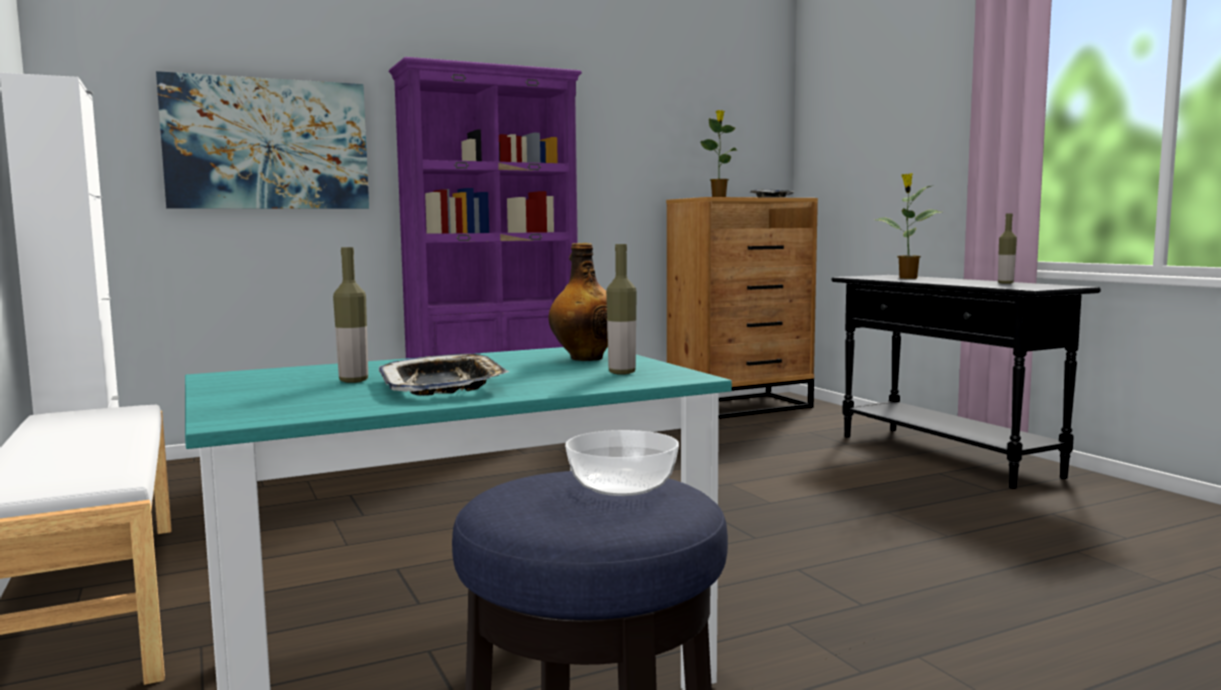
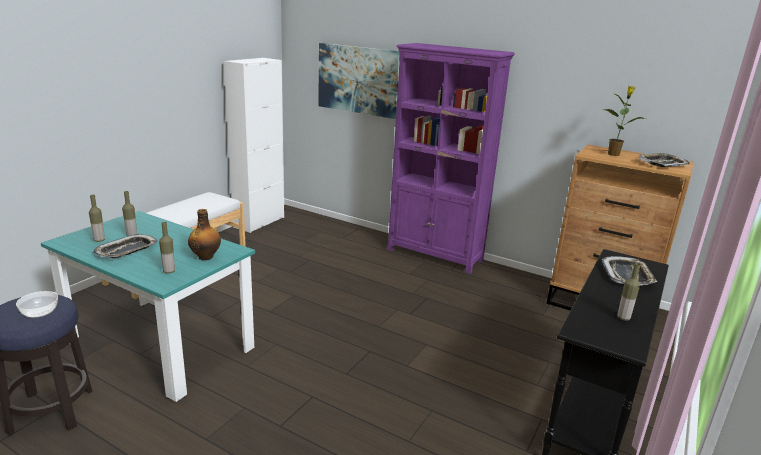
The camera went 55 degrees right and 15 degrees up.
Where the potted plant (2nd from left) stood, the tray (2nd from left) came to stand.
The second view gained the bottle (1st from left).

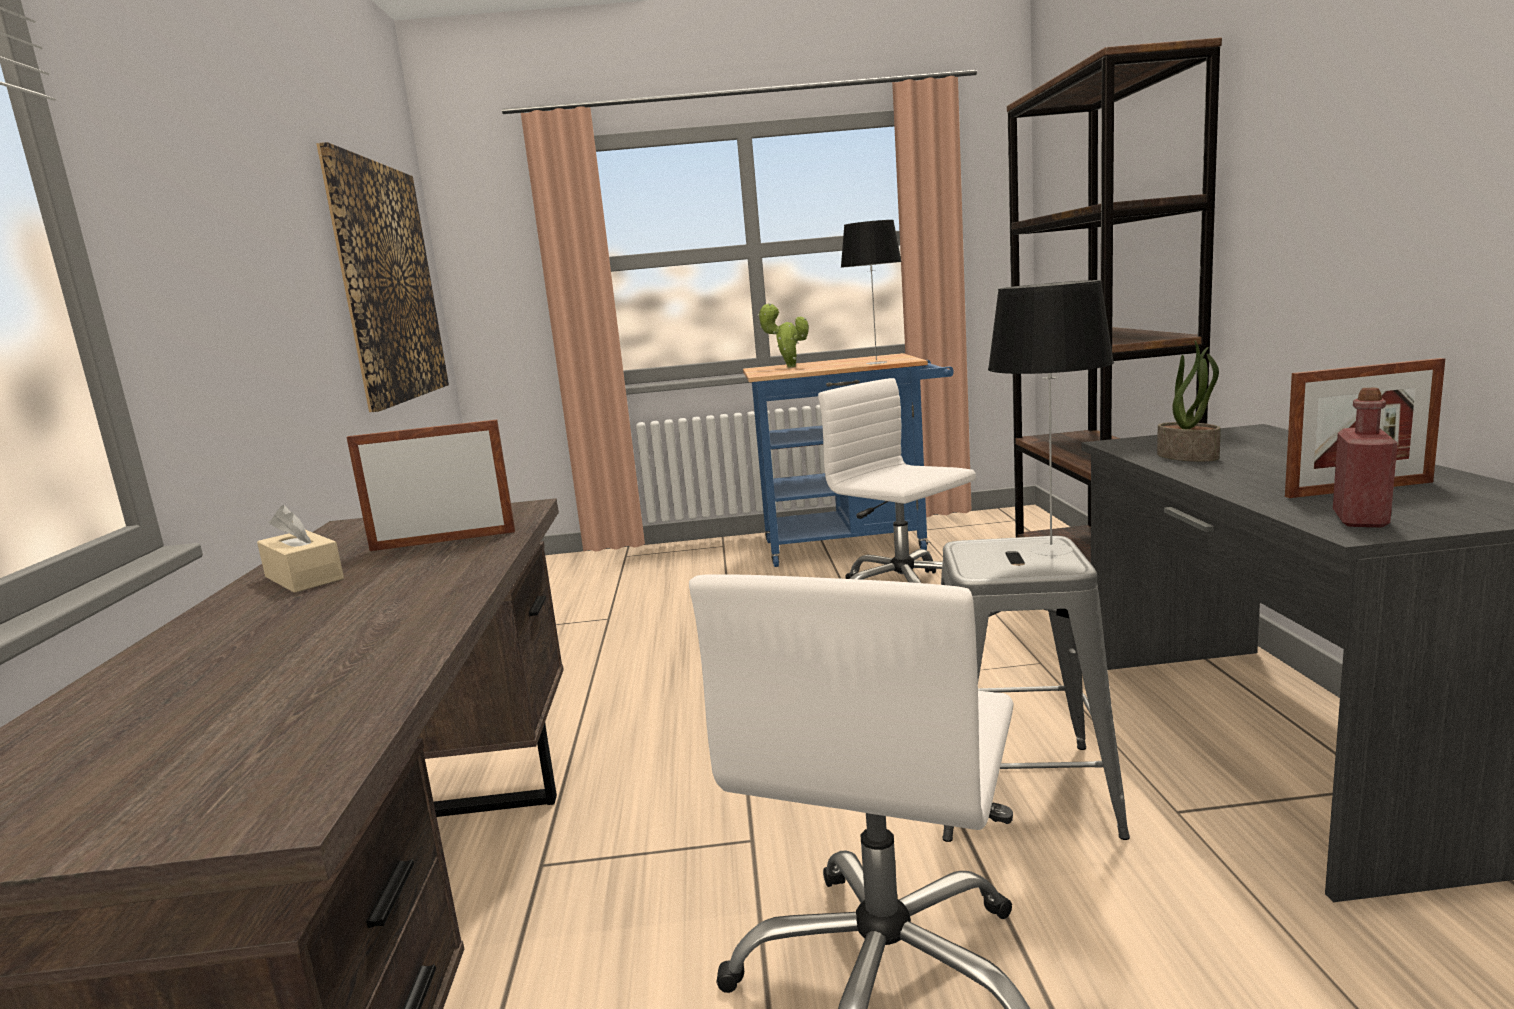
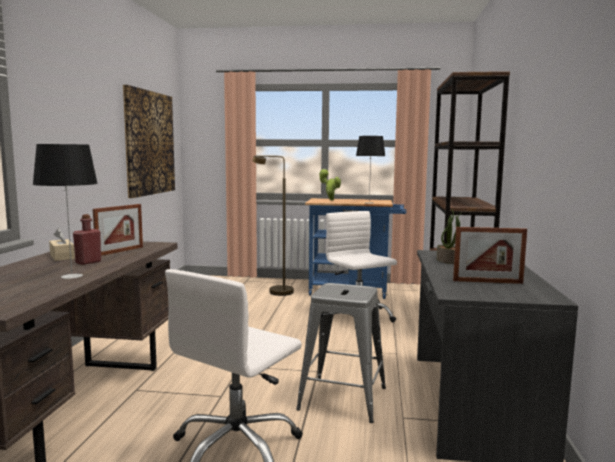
The camera went 10 degrees right and 5 degrees down.
The table lamp (2nd from left in the first image) ended up elsewhere.
The red bottle ended up elsewhere.
The picture frame (1st from left) ended up facing another way, 120 degrees clockwise from before.
The second view gained the brown floor lamp.

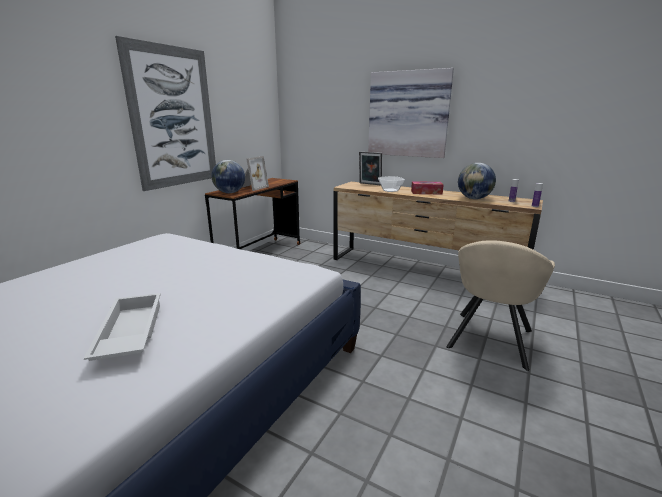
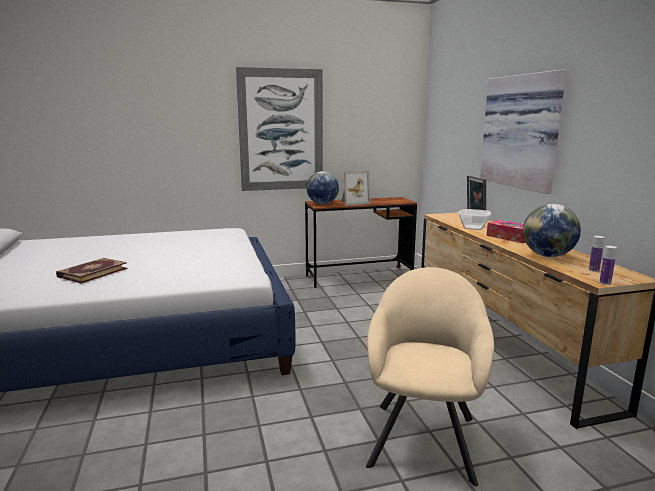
The camera went 45 degrees right and 5 degrees down.
The beige armchair ended up facing another way, 120 degrees clockwise from before.
Where the white tray stood, the book came to stand.

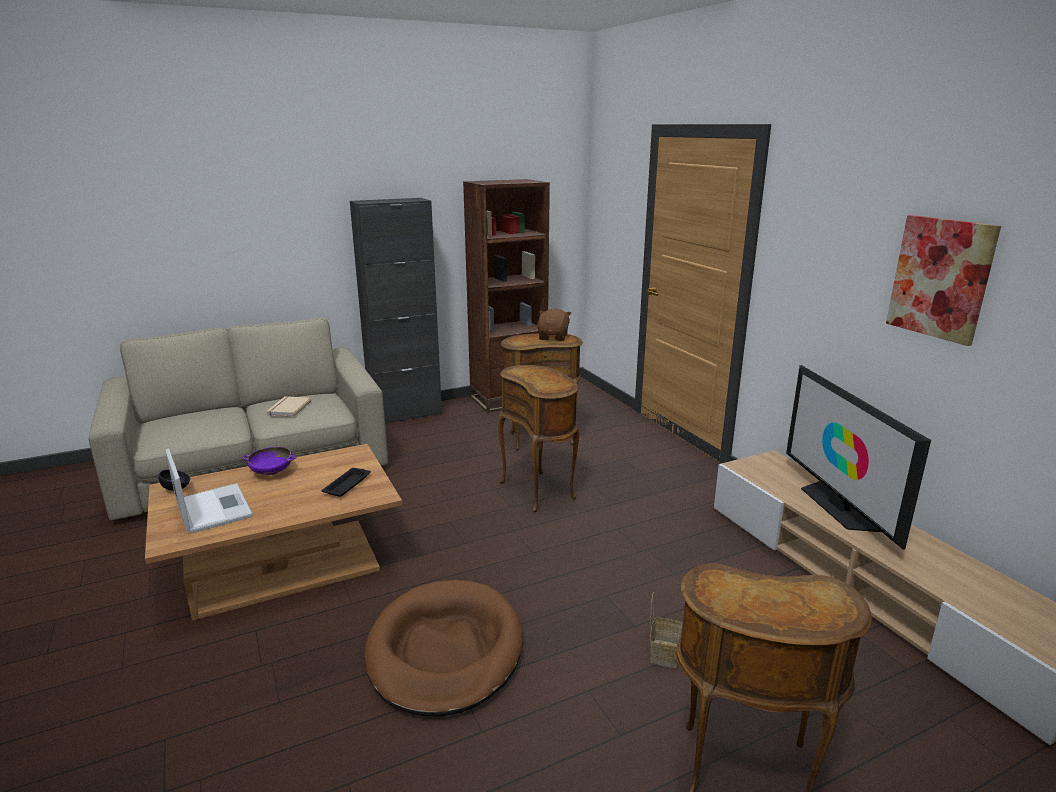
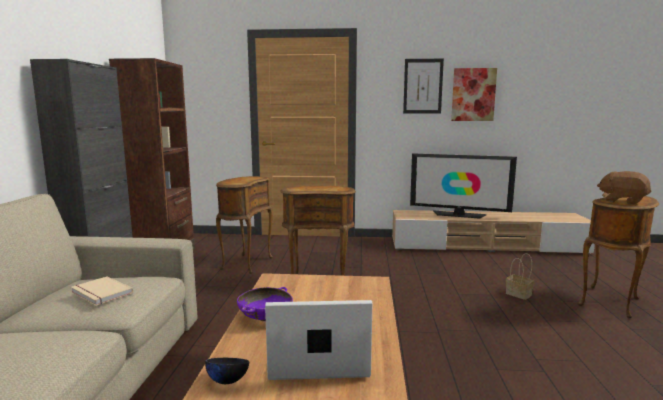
The camera went 60 degrees left and 10 degrees down.
The brown plush toy ended up elsewhere.
The second view lost the black tray.
The second view lost the brown dog bed.
The second view gained the picture (1st from left).

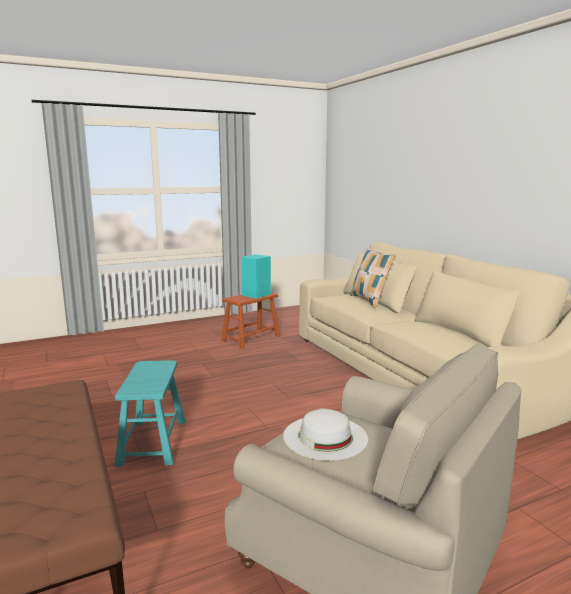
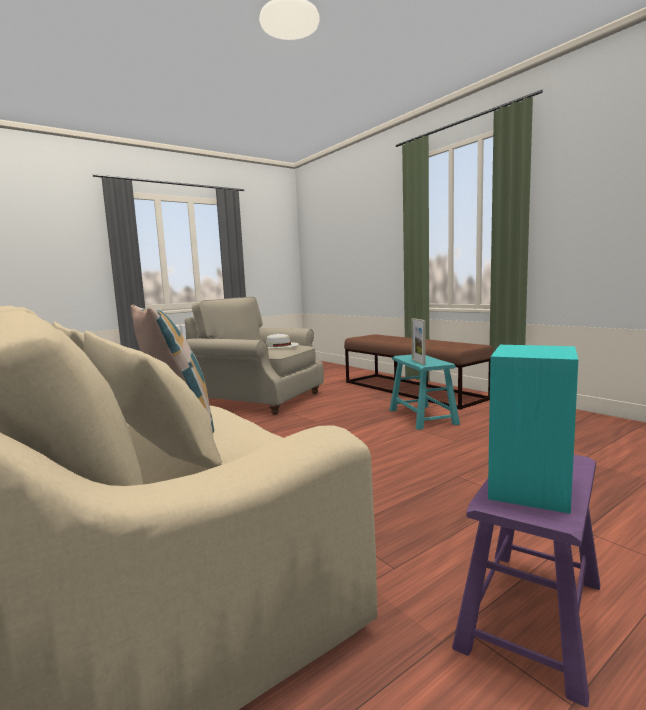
The camera went 170 degrees right and 5 degrees down.
What was the brown stool turned into the purple stool.
The second view gained the picture frame.

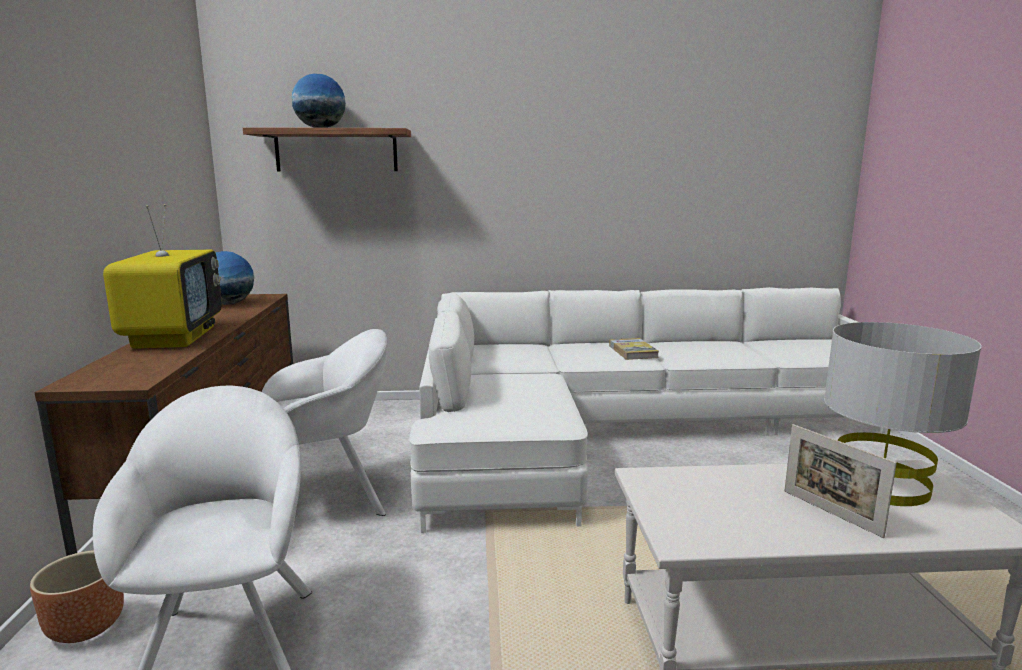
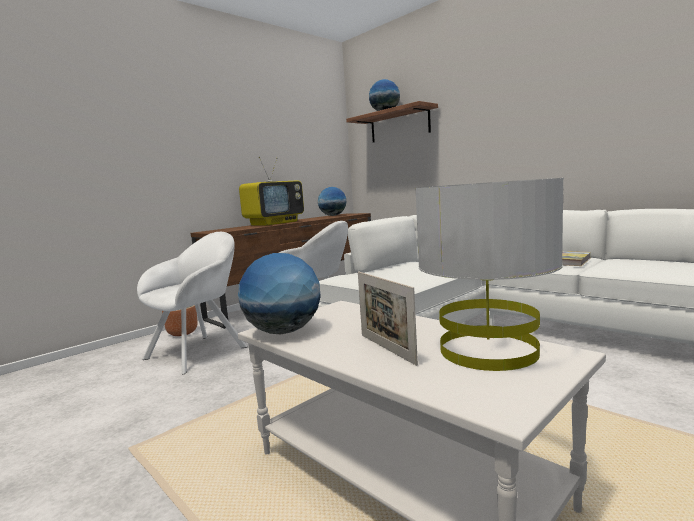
The camera went 50 degrees right and 5 degrees down.
The picture frame ended up facing another way, 45 degrees counterclockwise from before.
The second view gained the globe (1st from left).

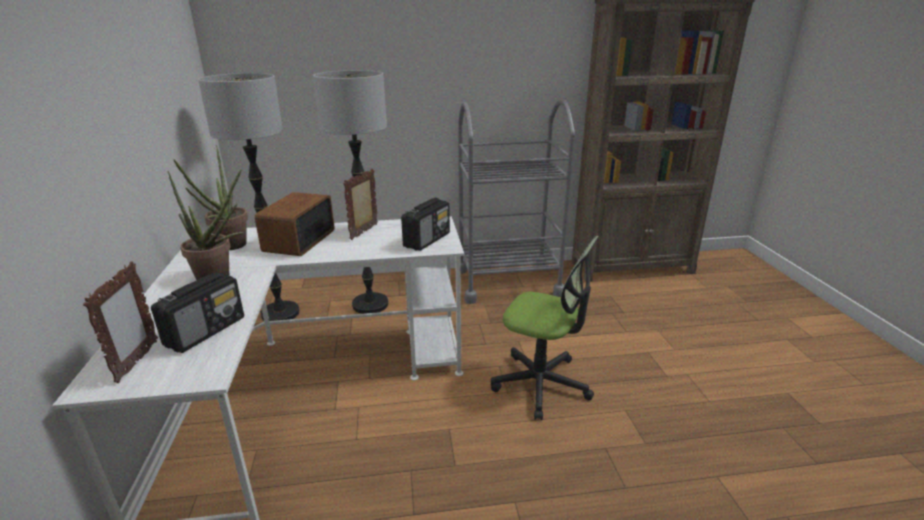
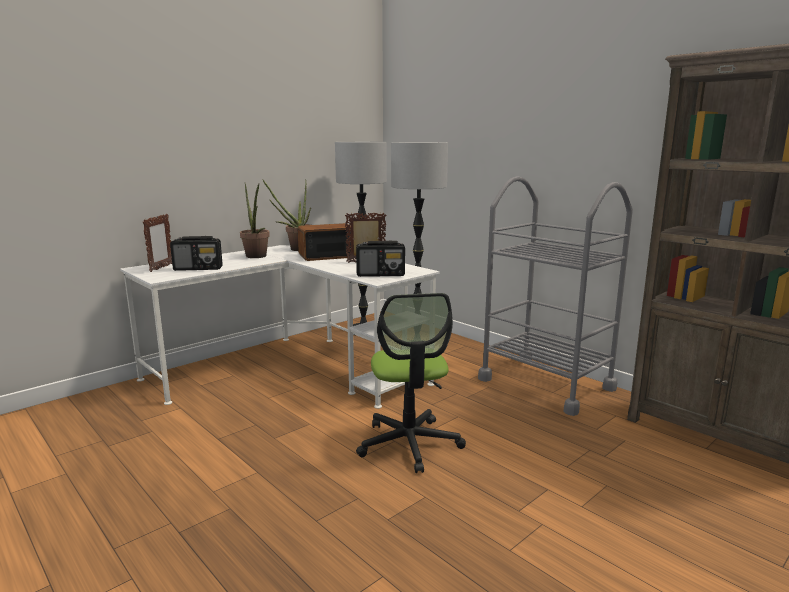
The camera went 55 degrees right and 10 degrees down.
The picture frame (1st from left) ended up facing another way, 45 degrees counterclockwise from before.

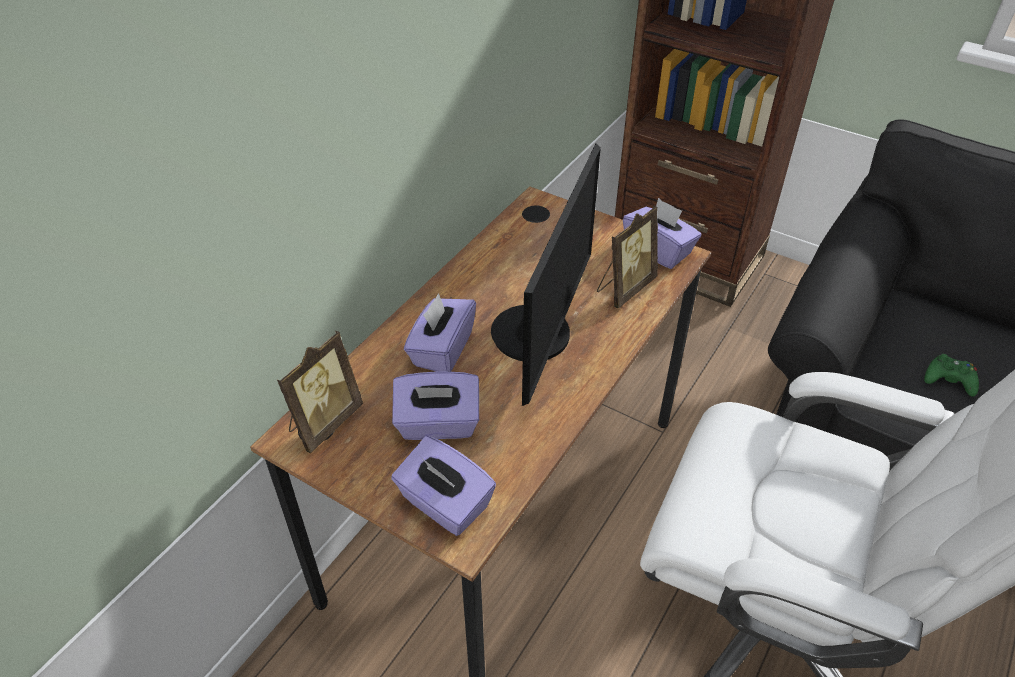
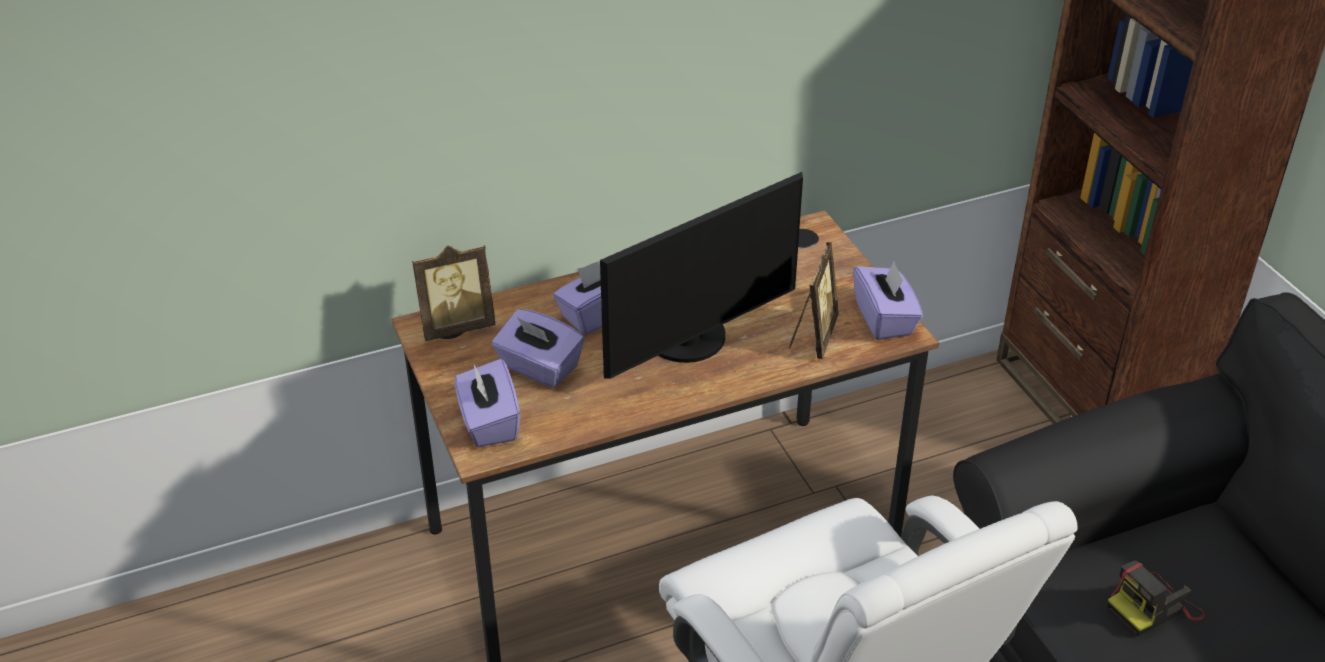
The camera went 35 degrees right and 5 degrees down.
The picture frame (2nd from left) ended up facing another way, 60 degrees counterclockwise from before.
Where the green game controller stood, the photo camera came to stand.

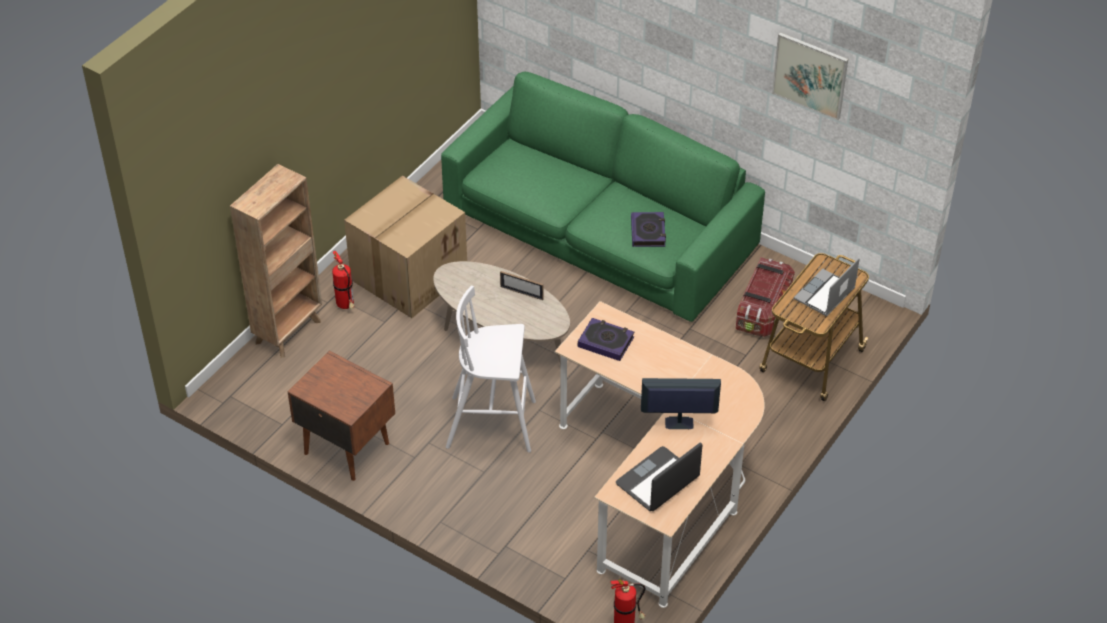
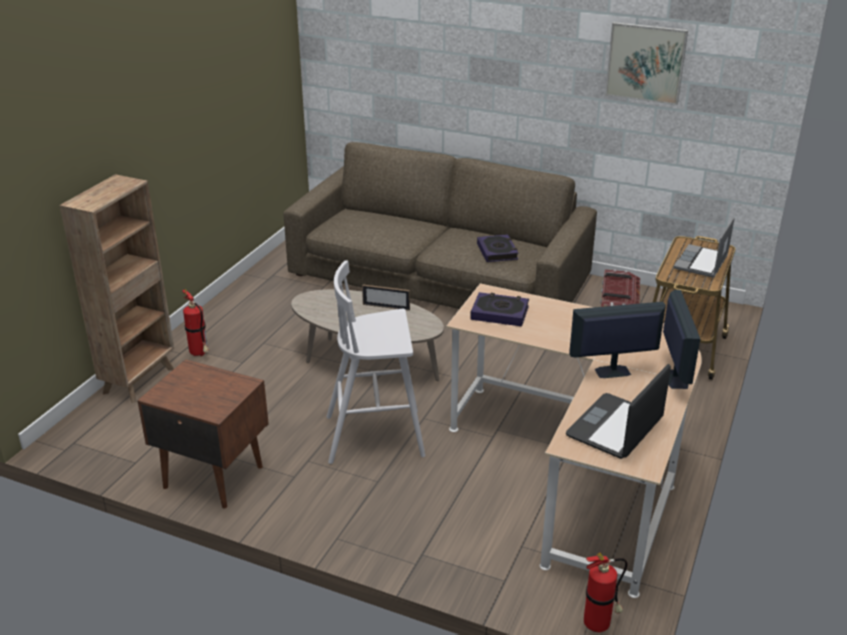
The camera went 10 degrees left and 15 degrees down.
What was the green sofa turned into the brown sofa.
The second view lost the cardboard box.
The second view gained the monitor (2nd from left).

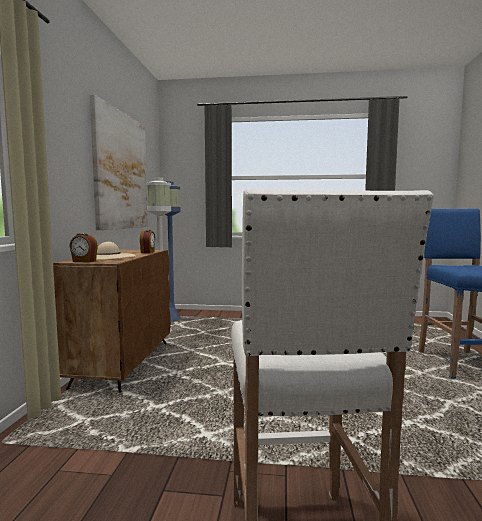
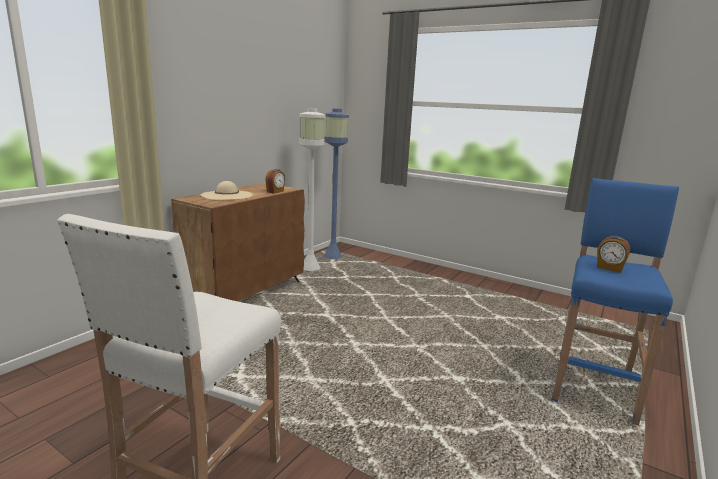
The camera went 25 degrees right and 10 degrees up.
The second view lost the picture.
The alarm clock (1st from left in the first image) ended up elsewhere.

